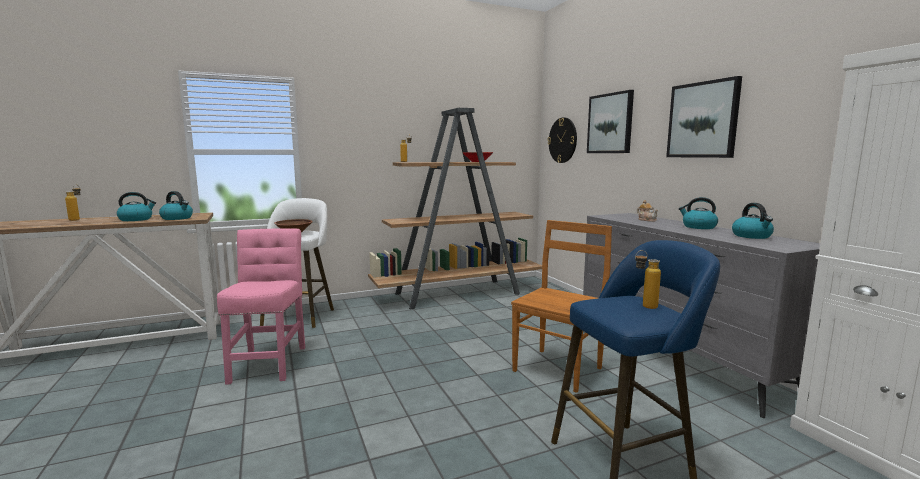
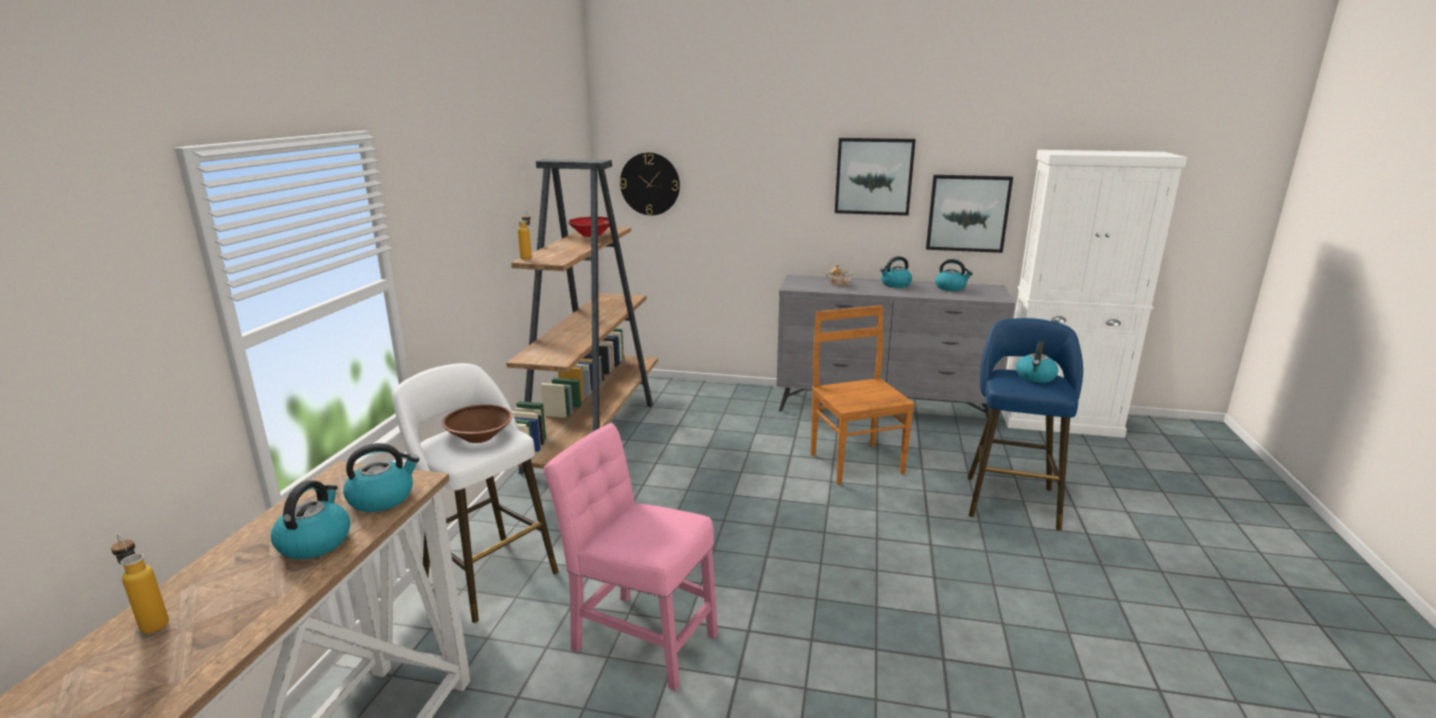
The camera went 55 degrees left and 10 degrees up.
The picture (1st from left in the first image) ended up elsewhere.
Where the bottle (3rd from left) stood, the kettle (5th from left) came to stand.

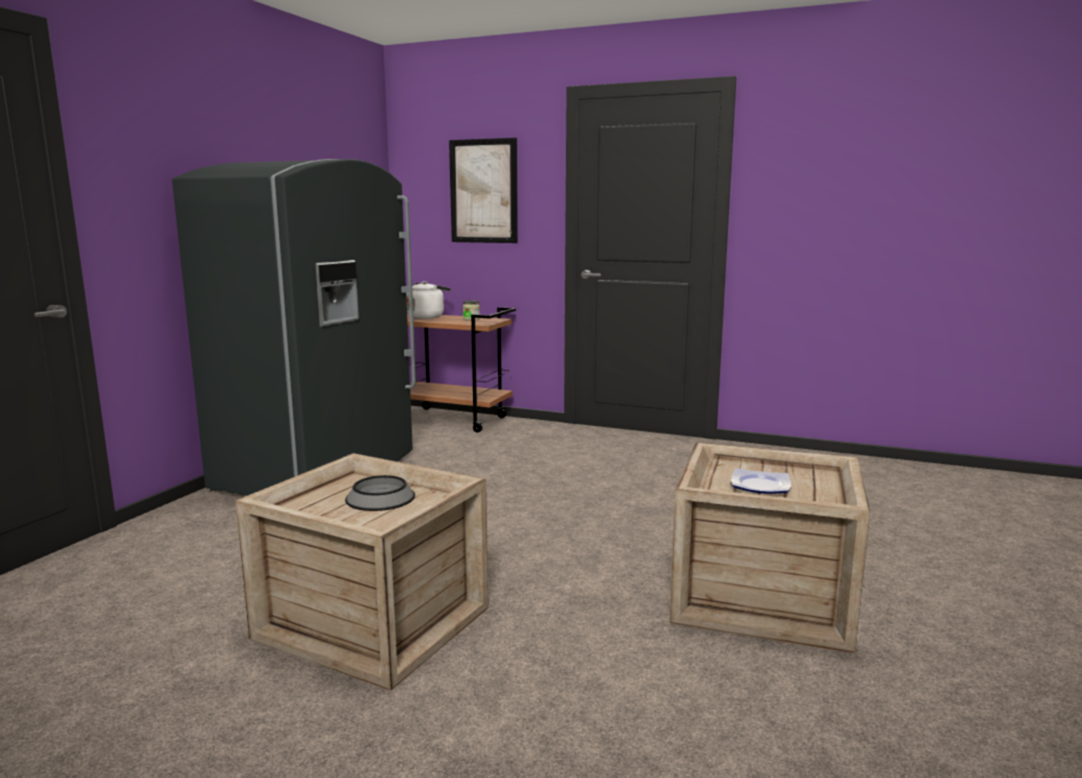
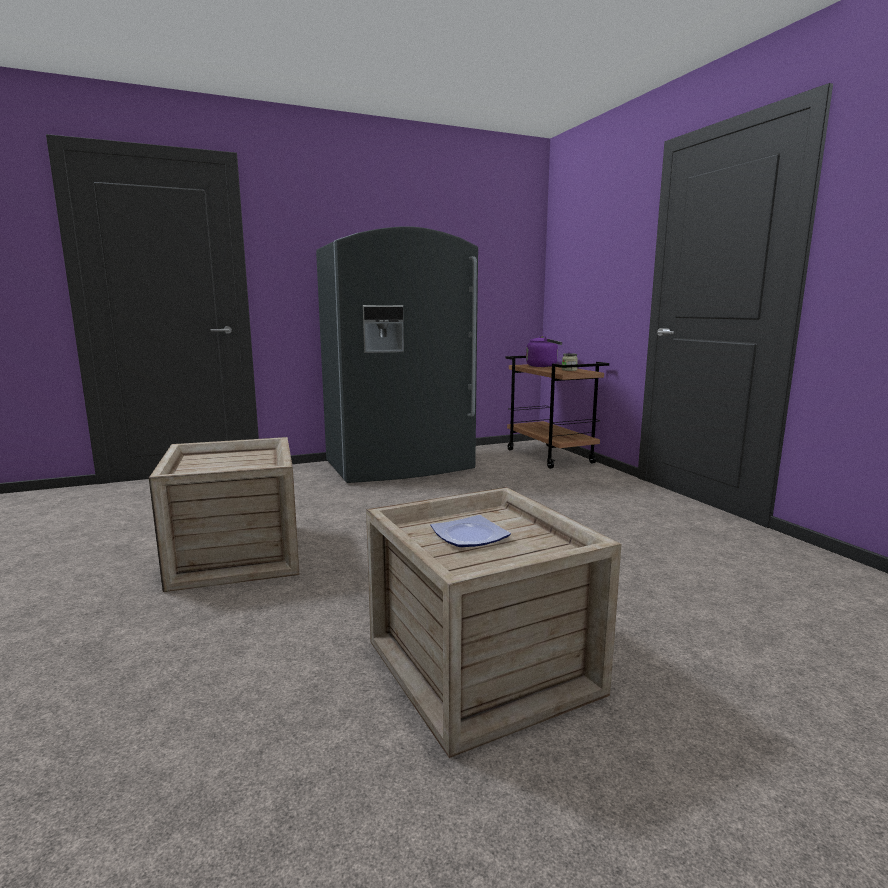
The camera went 45 degrees right and 0 degrees up.
The second view lost the picture.
What was the white kettle turned into the purple kettle.
The second view lost the bowl.

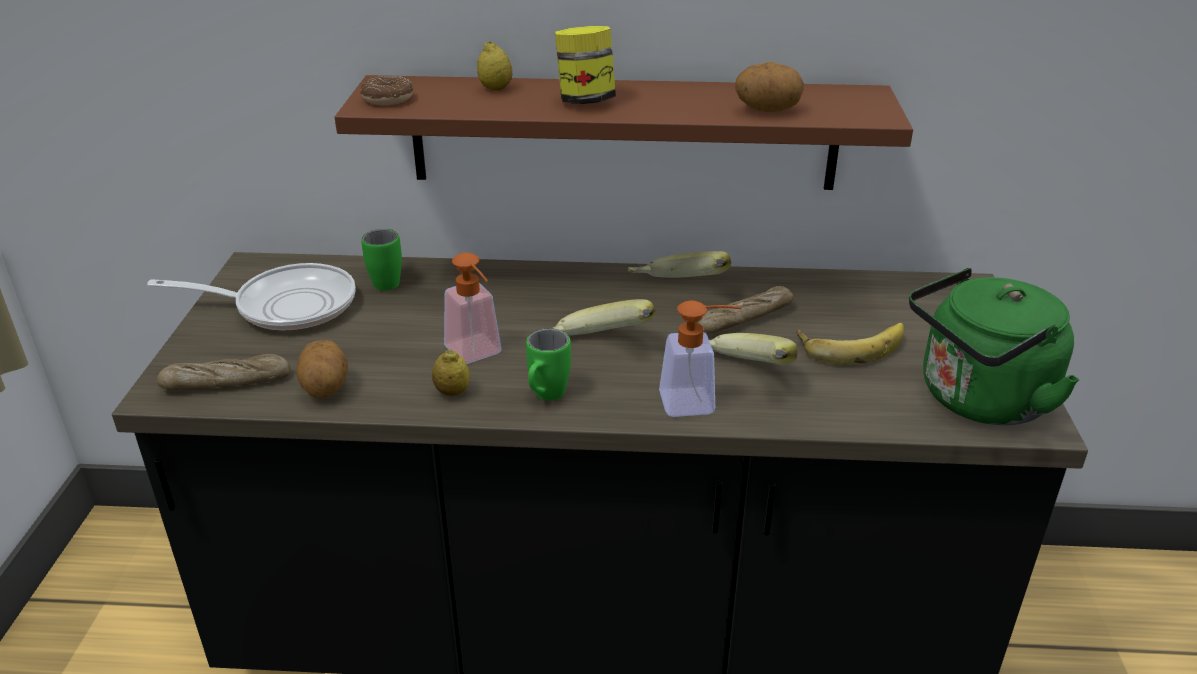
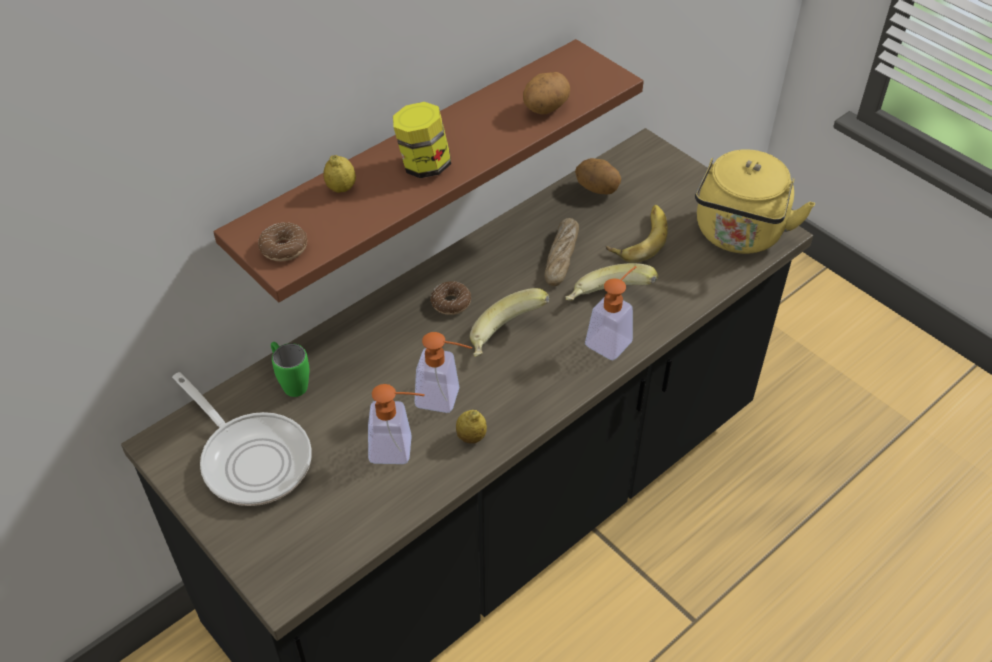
The camera went 45 degrees left and 15 degrees up.
The second view lost the banana (2nd from left).
The frying pan ended up facing another way, 90 degrees clockwise from before.
What was the green kettle turned into the yellow kettle.
The second view lost the green mug (2nd from left).
The potato (1st from left in the first image) ended up elsewhere.
The second view lost the bread (1st from left).
The second view gained the donut (2nd from left).
The second view gained the soap dispenser (1st from left).

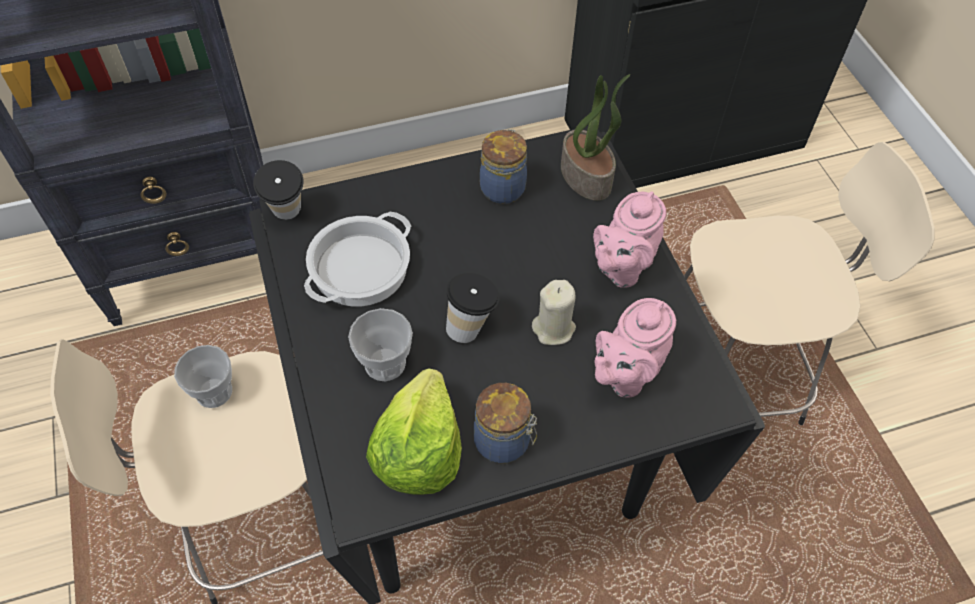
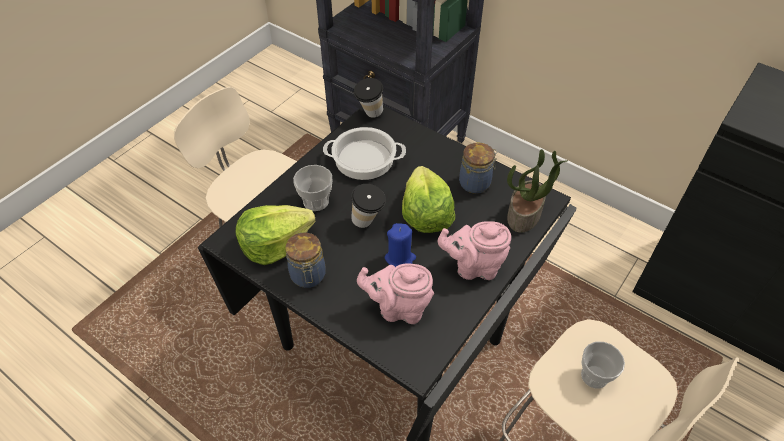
The camera went 55 degrees right and 5 degrees down.
What was the beige candle turned into the blue candle.
The cup (1st from left in the first image) ended up elsewhere.
The second view gained the lettuce (2nd from left).

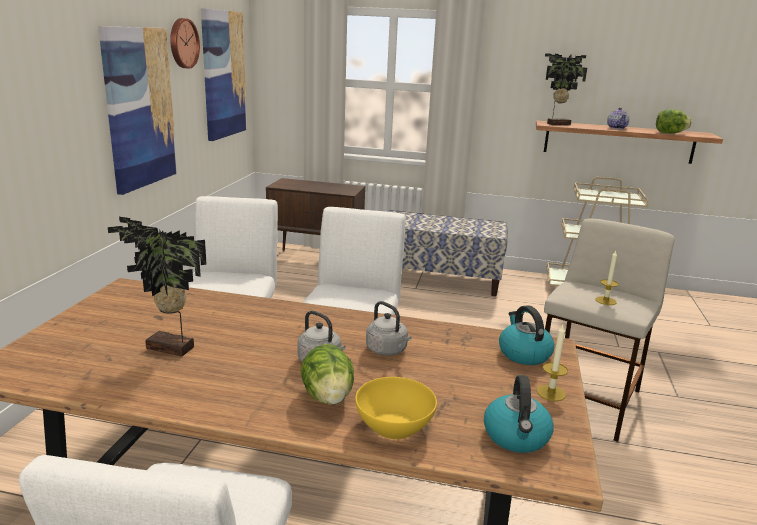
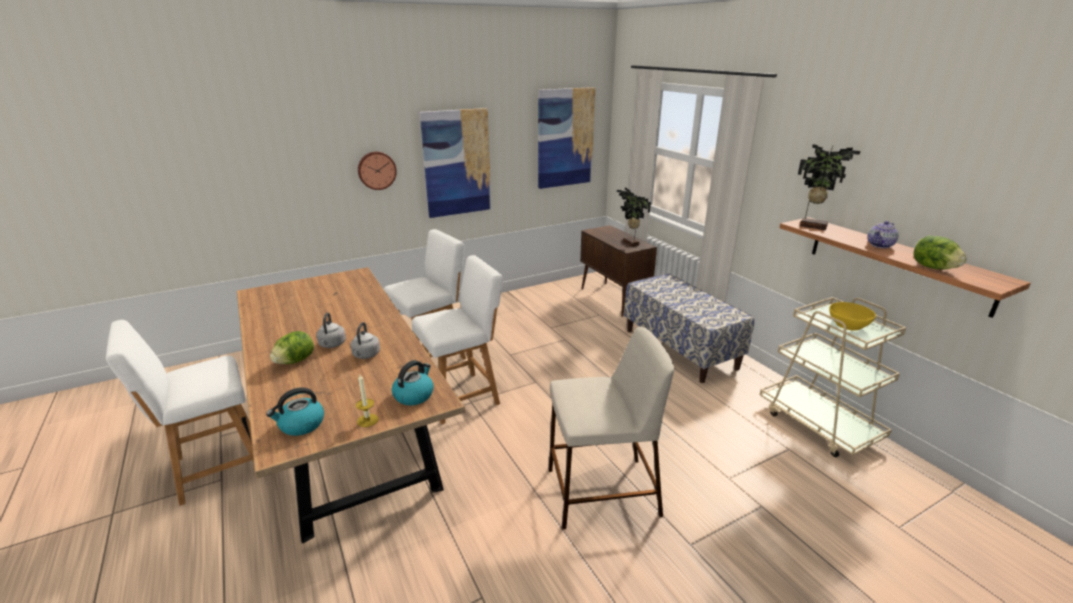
The camera went 50 degrees right and 5 degrees up.
The wall clock ended up elsewhere.
The potted plant (1st from left) ended up elsewhere.
The second view lost the candle (2nd from left).
The yellow bowl ended up elsewhere.

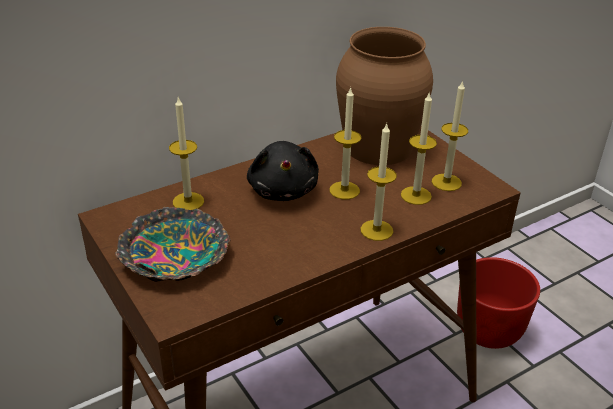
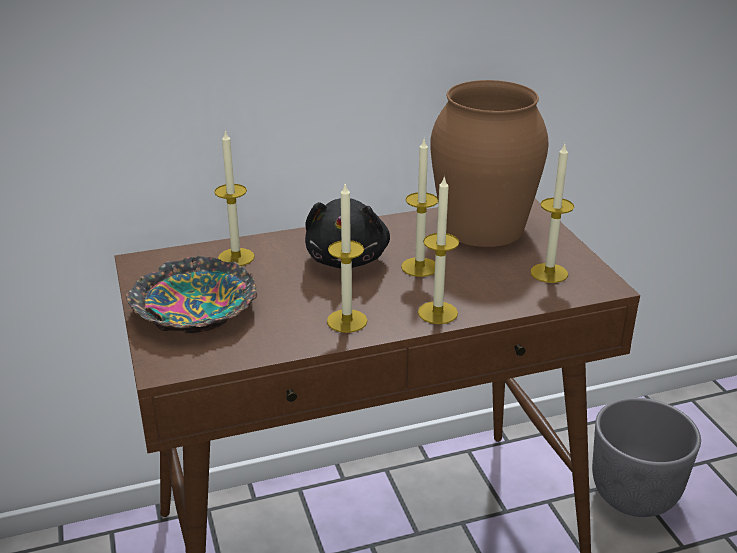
The camera went 15 degrees right and 5 degrees down.
The candle (4th from left in the first image) ended up elsewhere.
What was the red planter turned into the grey planter.

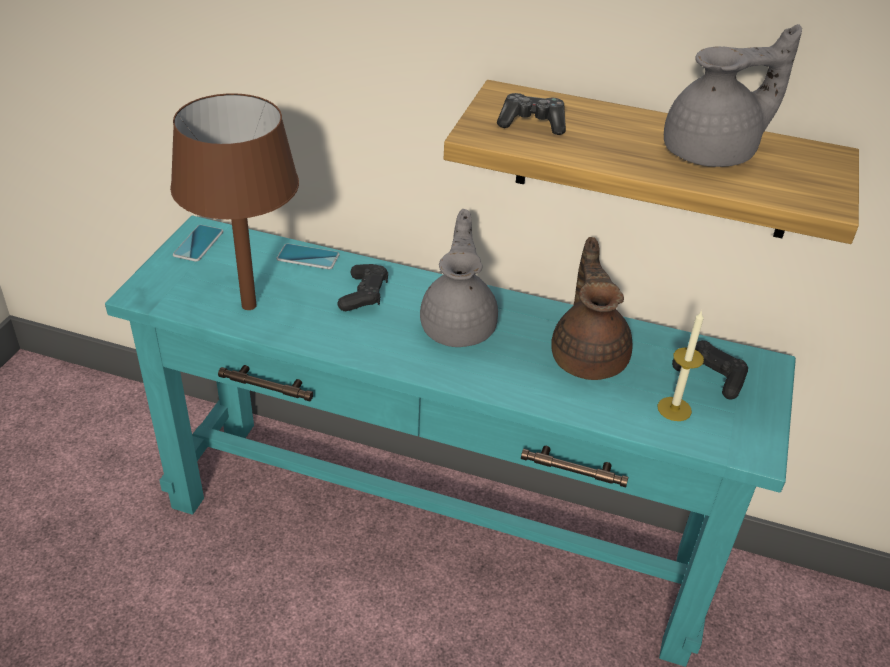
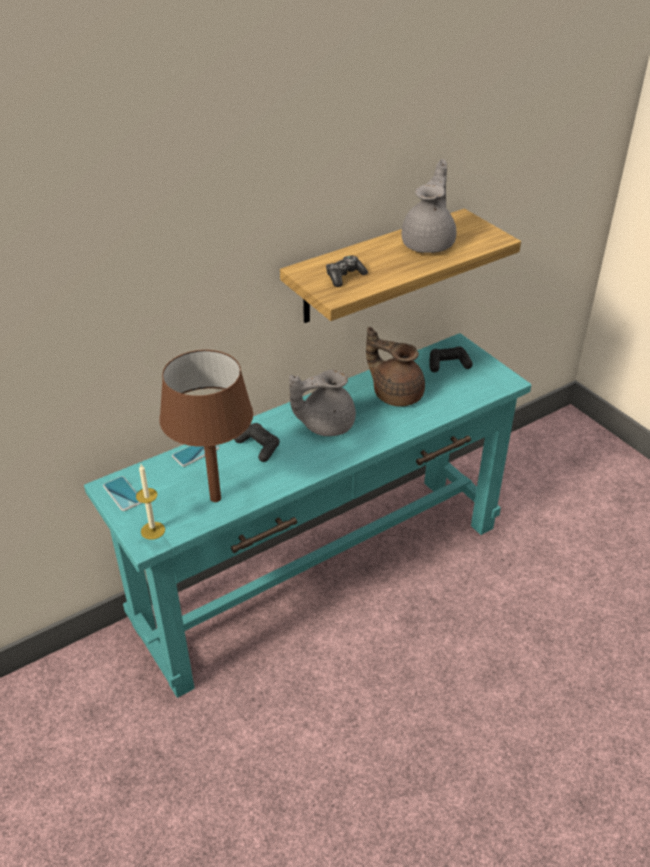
The camera went 50 degrees left and 0 degrees up.
The grey teapot (1st from left) ended up facing another way, 60 degrees counterclockwise from before.
The candle ended up elsewhere.

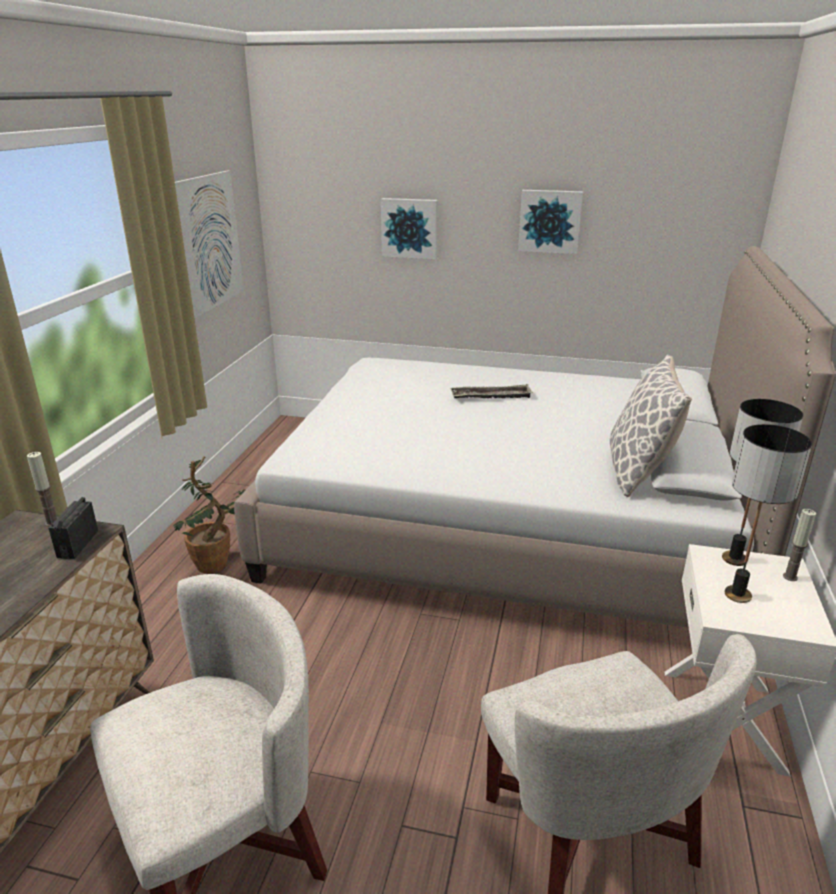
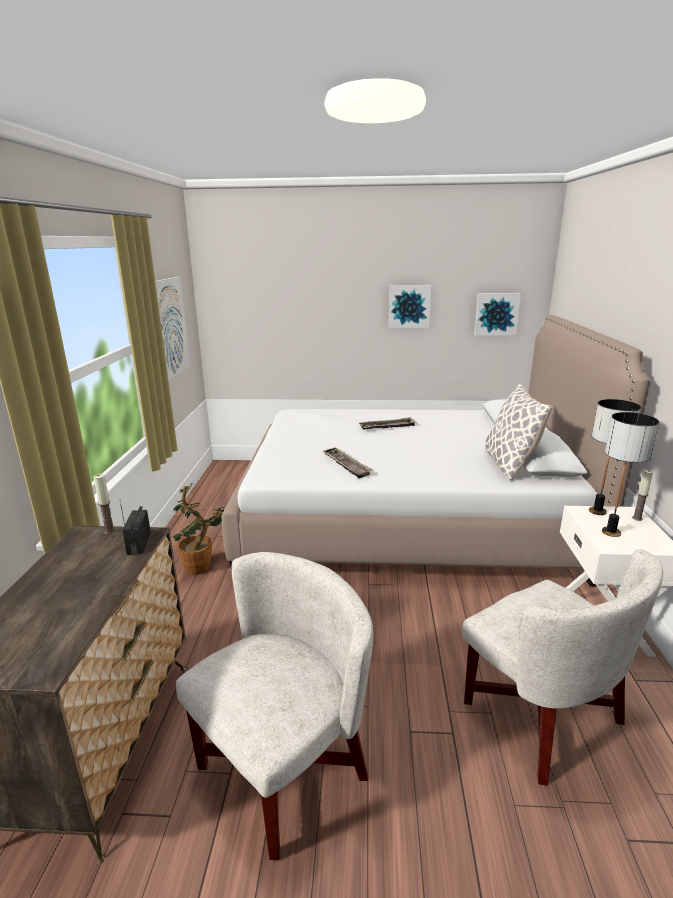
The camera went 10 degrees left and 5 degrees down.
The picture (2nd from left in the first image) ended up elsewhere.
The second view gained the tray (1st from left).

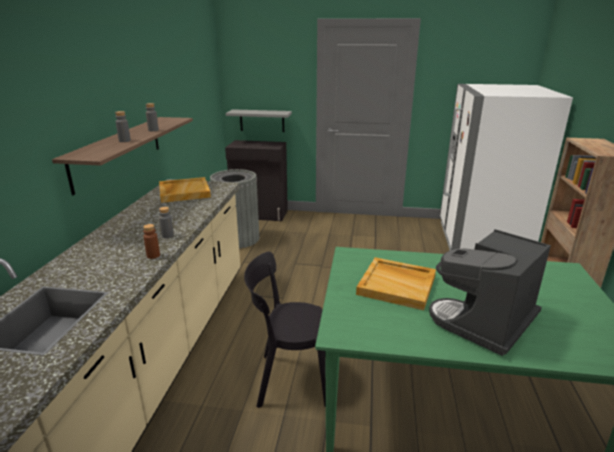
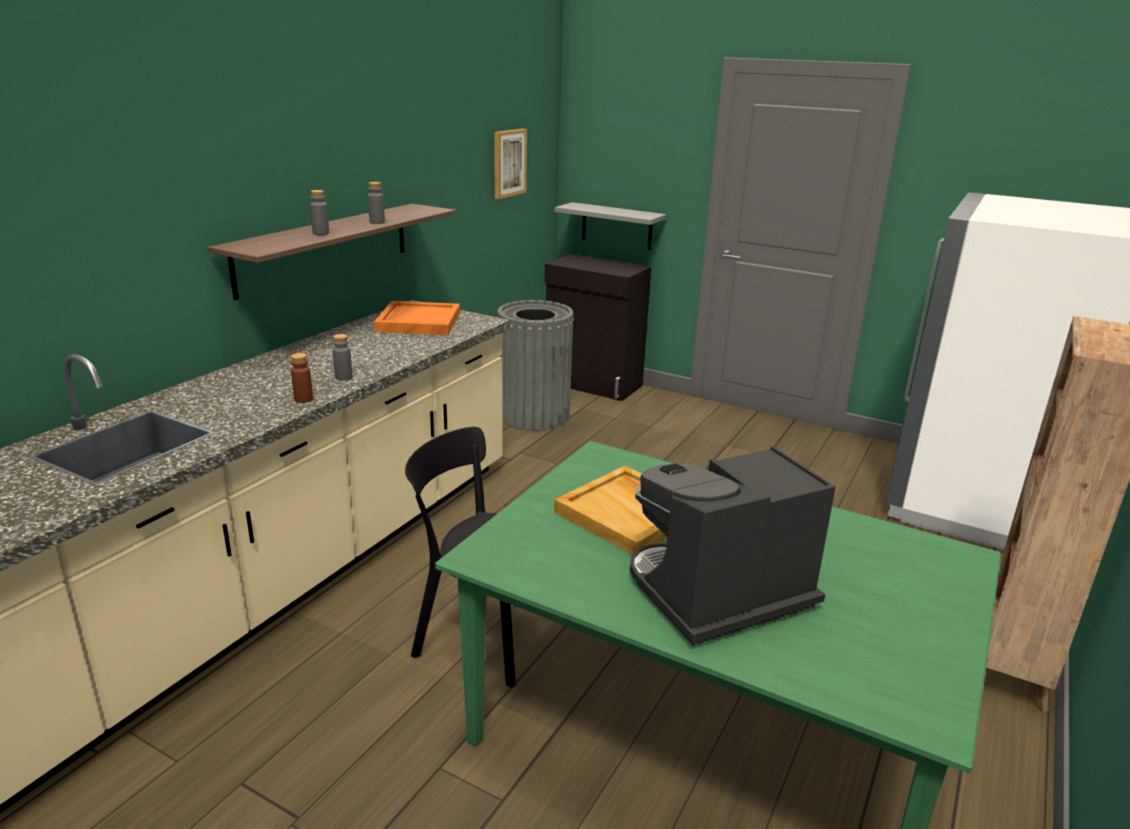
The camera went 20 degrees right and 0 degrees up.
What was the beige tray (1st from left) turned into the orange tray.
The second view gained the picture.

